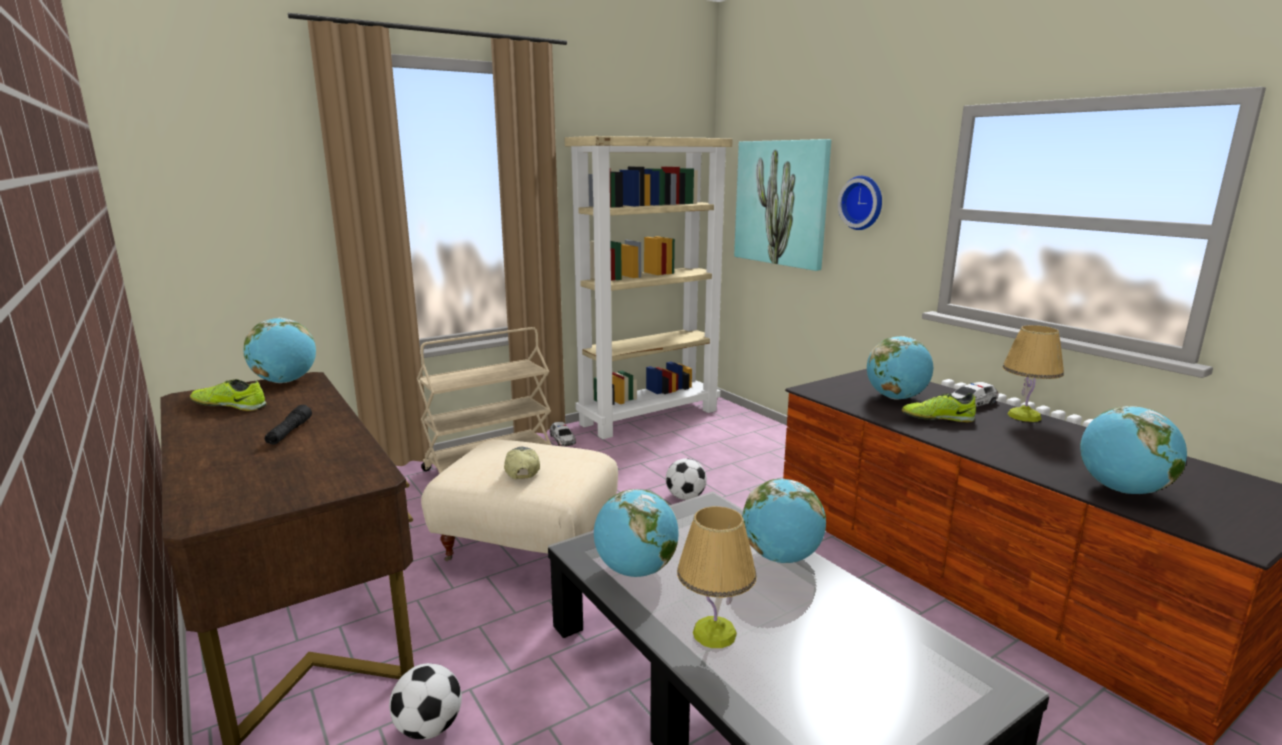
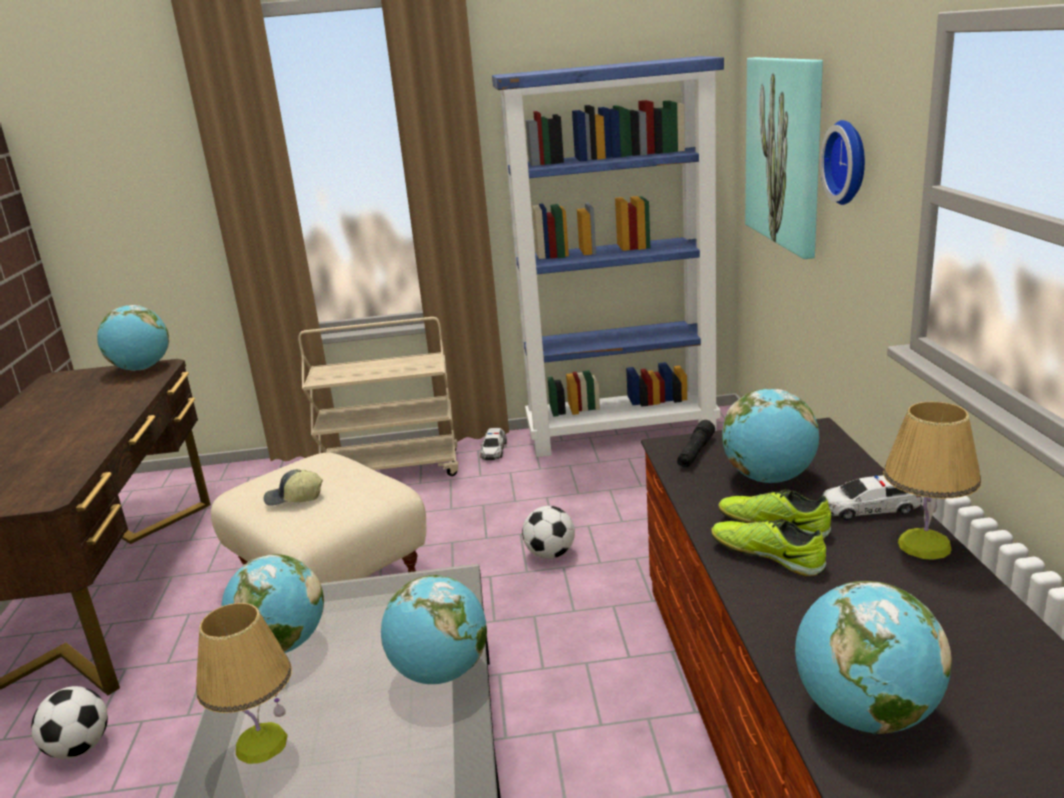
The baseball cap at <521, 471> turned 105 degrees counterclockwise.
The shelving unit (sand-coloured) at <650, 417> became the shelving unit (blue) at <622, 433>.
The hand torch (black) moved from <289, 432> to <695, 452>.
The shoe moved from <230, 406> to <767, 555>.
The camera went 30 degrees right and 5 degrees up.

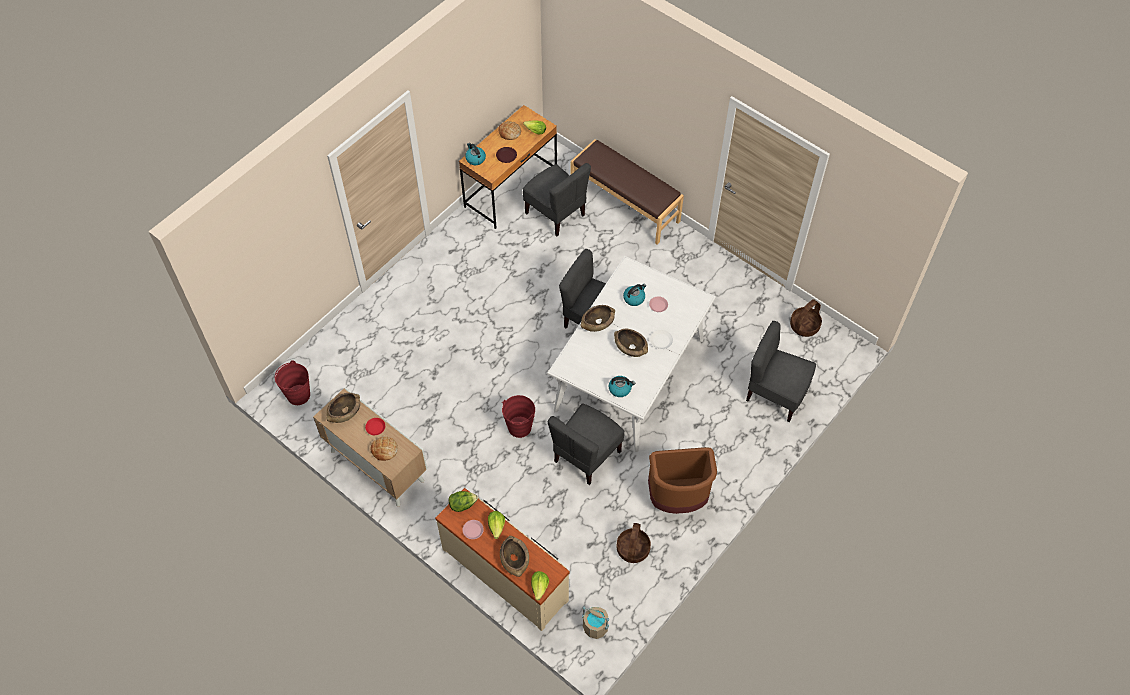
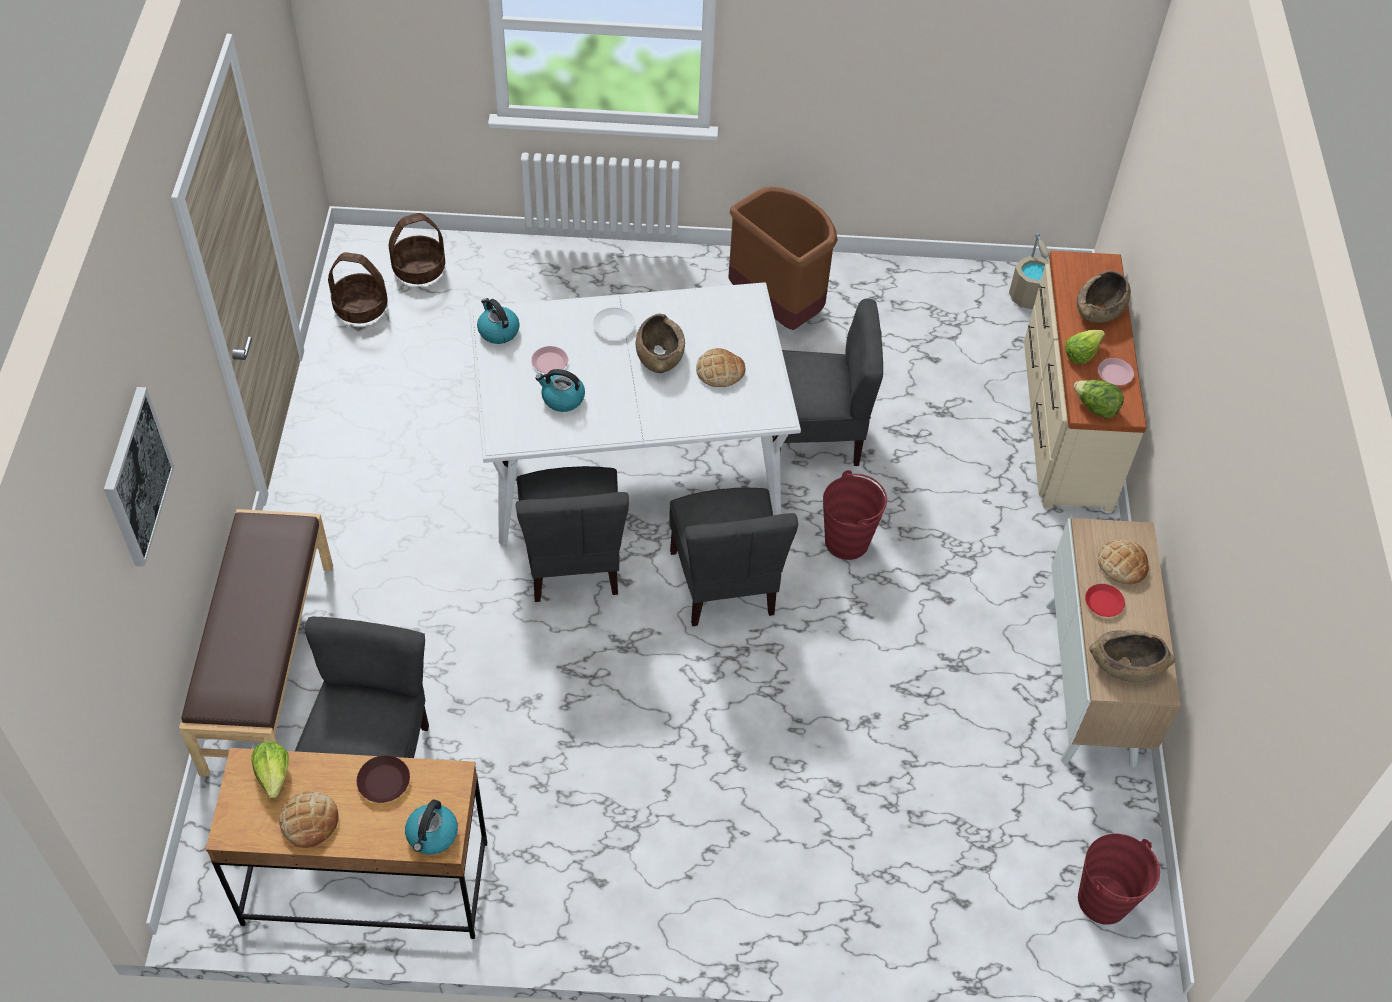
The wall art at <136, 477> appeared.
The basket moved from <633, 549> to <419, 268>.
The water kettle moved from <620, 389> to <498, 331>.
The chair (gray) moved from <775, 394> to <724, 583>.
The bakery bread at <720, 371> appeared.
The head of lettuce at <539, 587> disappeared.
The bowl (brownish) at <597, 323> disappeared.
The camera went 130 degrees left and 5 degrees down.

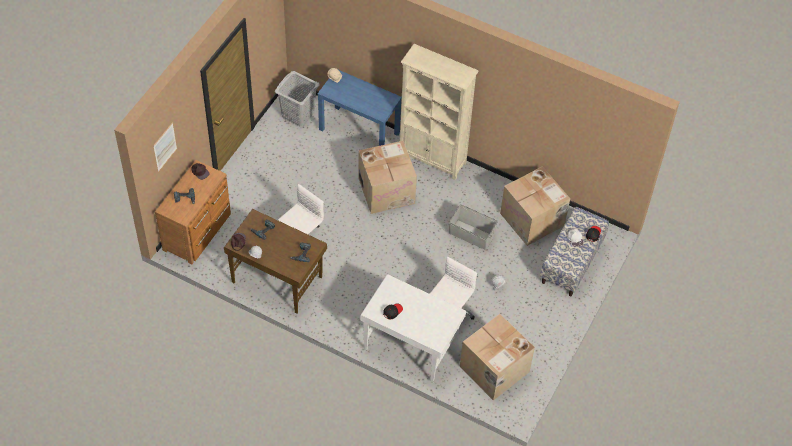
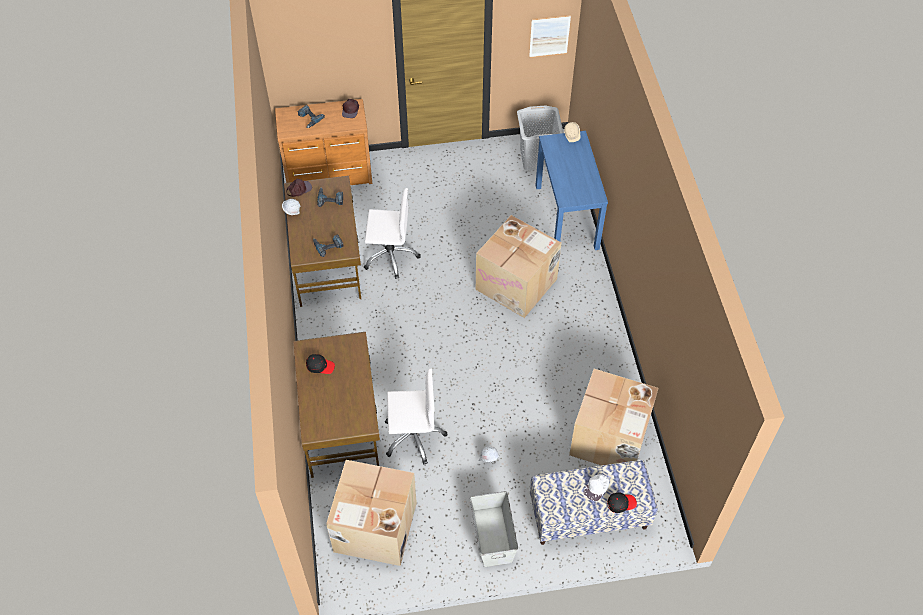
The desk (whitish) at <410, 345> became the desk (brownish) at <341, 426>.
The storage bin (gray) moved from <471, 234> to <493, 536>.
The wall art moved from <165, 147> to <549, 36>.
The shelving unit (sand-coloured) at <432, 159> disappeared.
The camera went 55 degrees right and 0 degrees up.

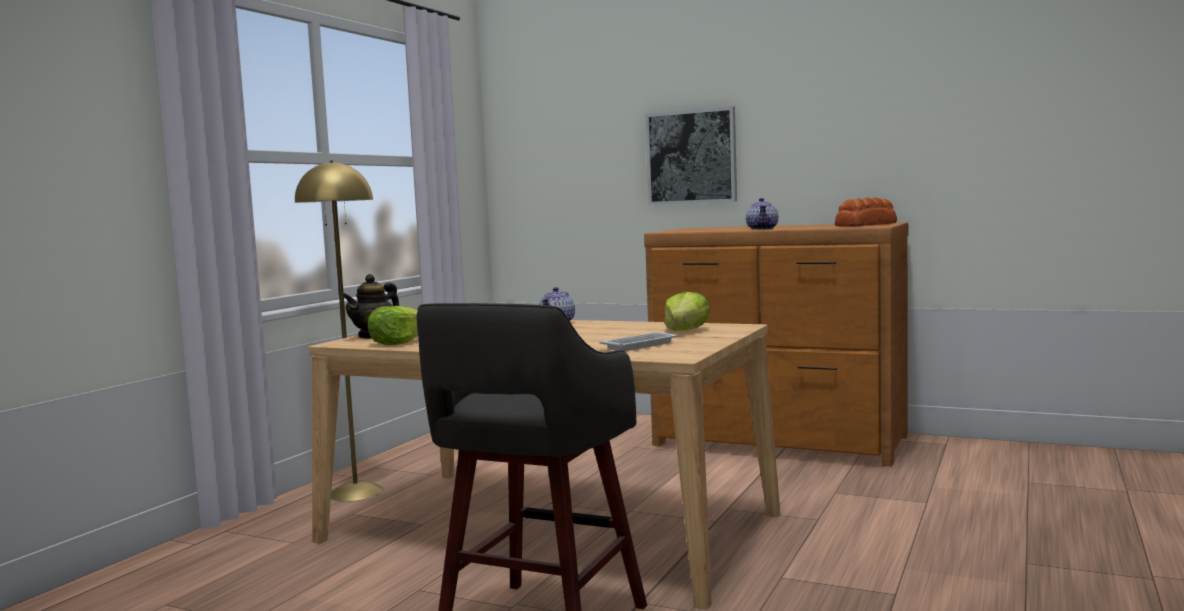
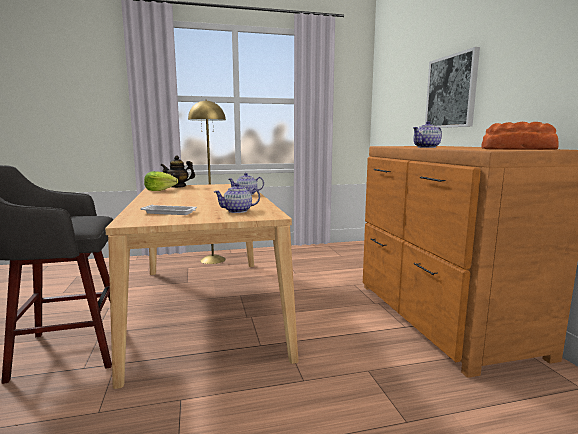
The head of lettuce at <686, 331> was replaced by the pot for tea at <238, 211>.
The camera went 50 degrees right and 5 degrees up.

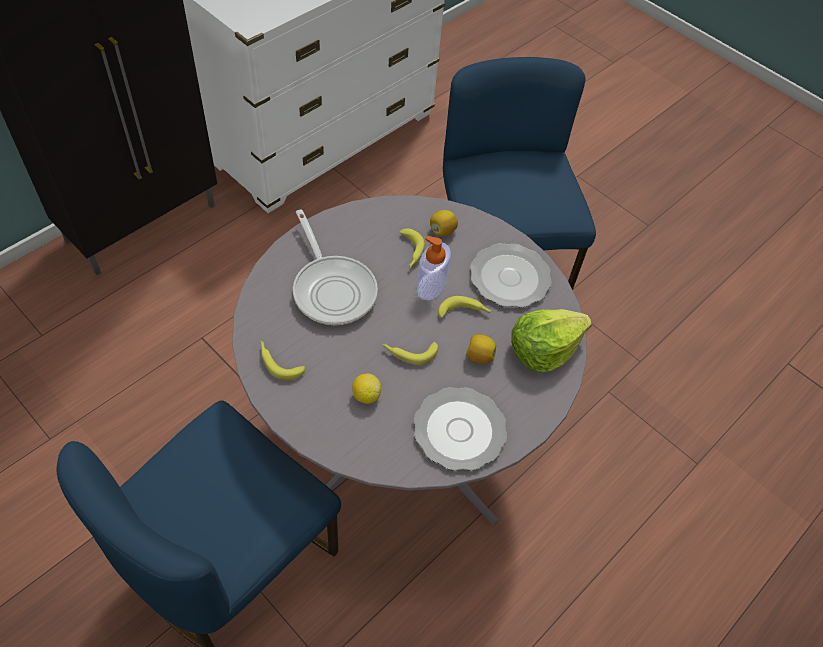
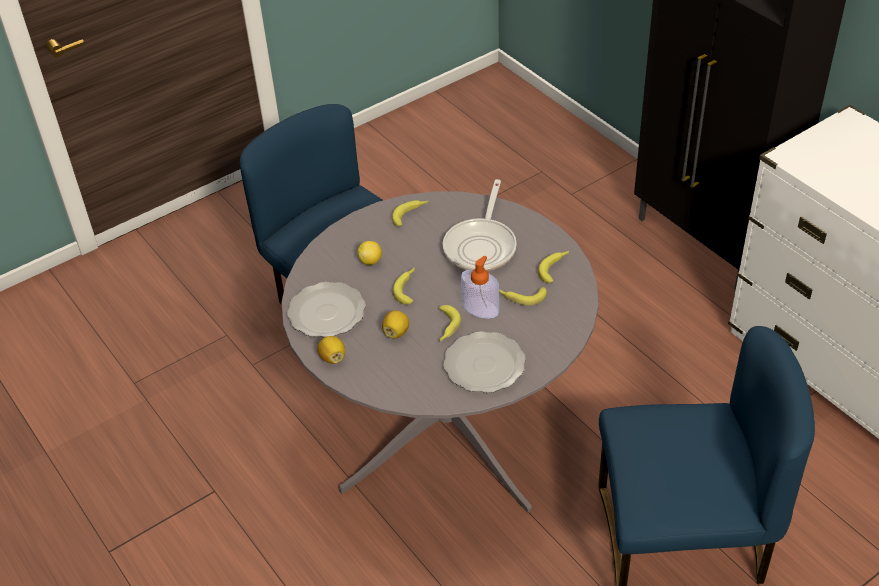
The citrus fruit moved from <442, 231> to <332, 358>.
The skillet at <332, 289> turned 60 degrees counterclockwise.
The banana fruit at <555, 268> appeared.
The head of lettuce at <543, 349> disappeared.
The camera went 105 degrees right and 10 degrees down.

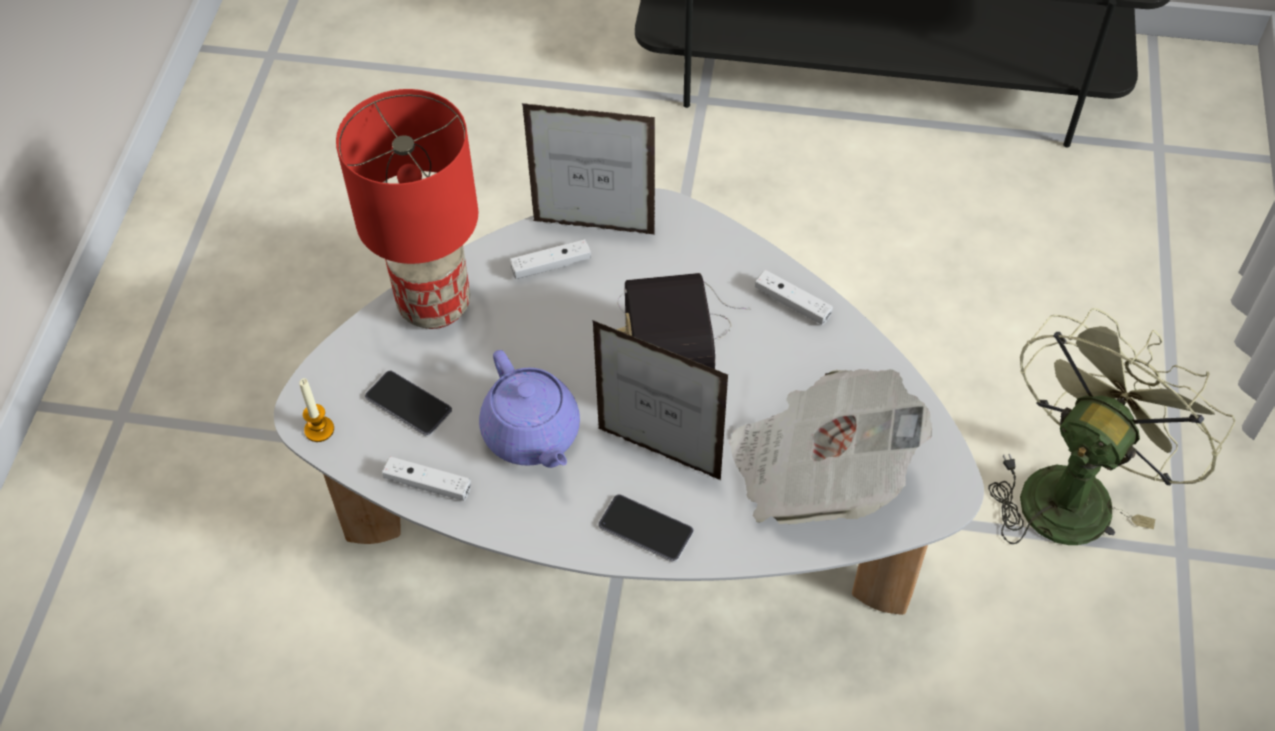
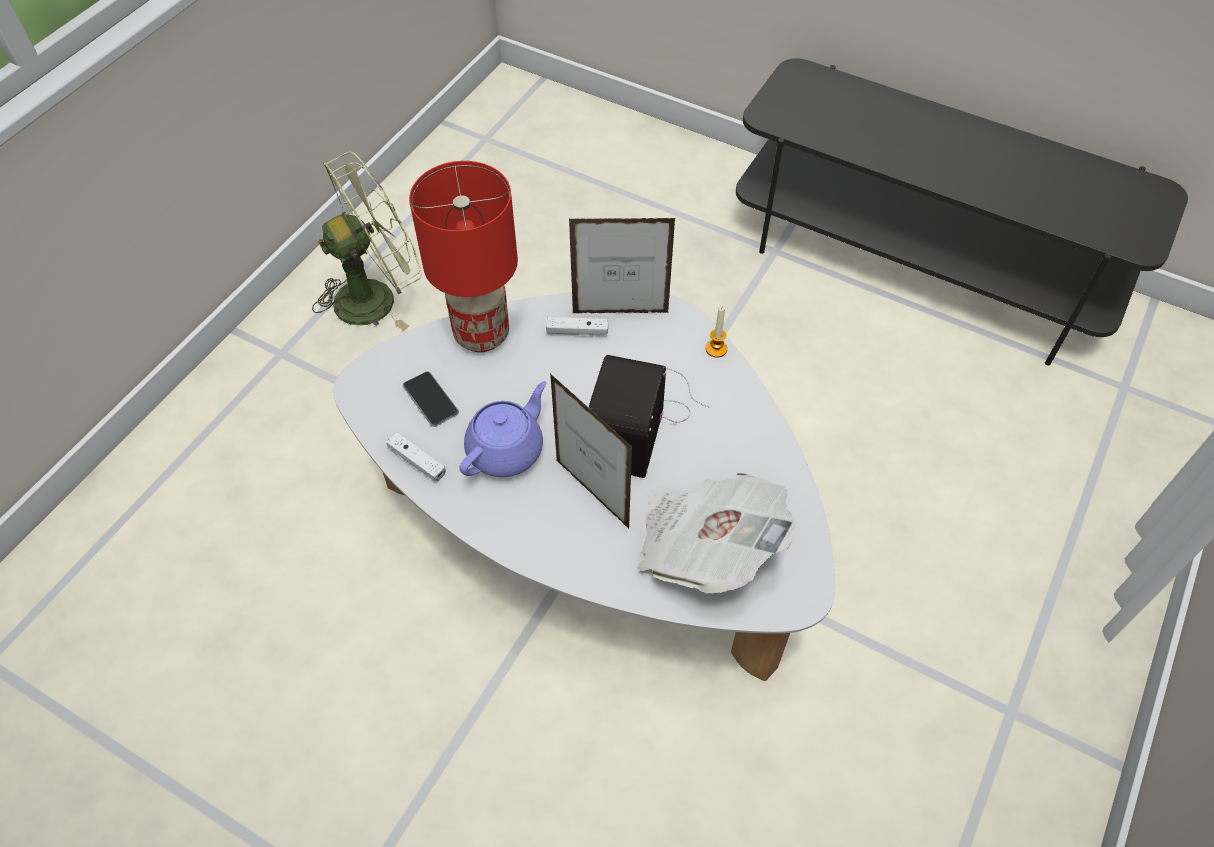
The electric fan (greenish) moved from <1073, 488> to <377, 296>.
The pot for tea (purple-coloured) at <532, 435> turned 135 degrees counterclockwise.
The picture frame at <593, 227> turned 150 degrees clockwise.
The wax candle moved from <319, 429> to <716, 349>.
The phone at <646, 529> disappeared.
The game controller (whitish) at <792, 303> disappeared.
The camera went 20 degrees right and 0 degrees up.

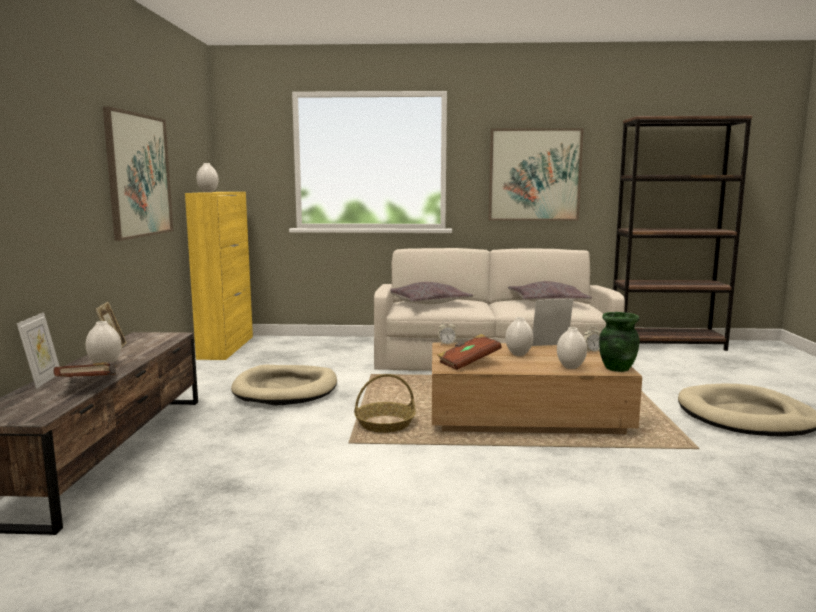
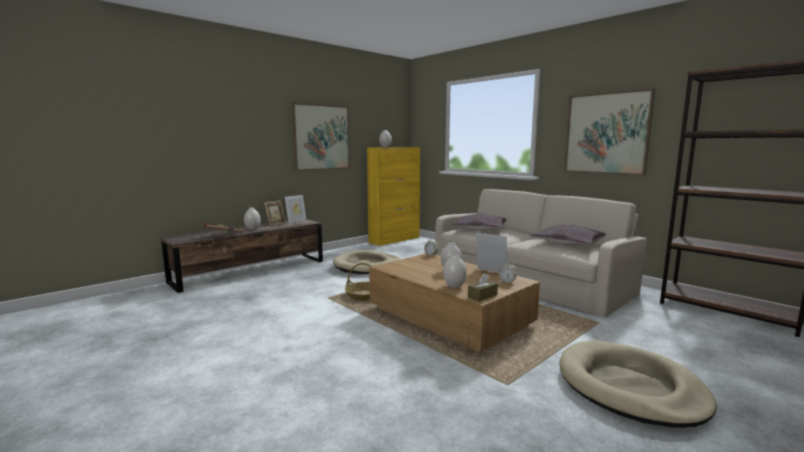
The picture frame moved from <43, 380> to <296, 222>.
The decorative vase (greenish) at <616, 368> was replaced by the tissue box (brownish) at <482, 296>.
The book (brownish) at <468, 363> disappeared.
The camera went 45 degrees right and 0 degrees up.

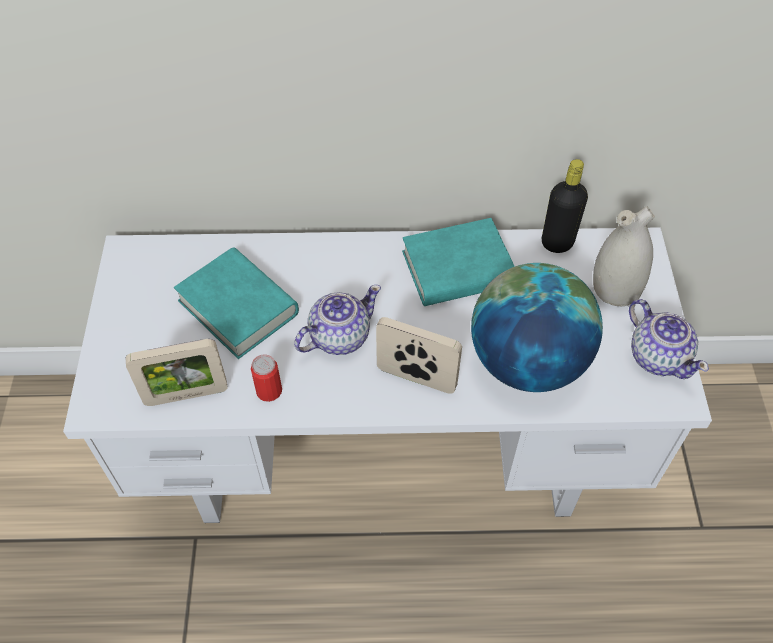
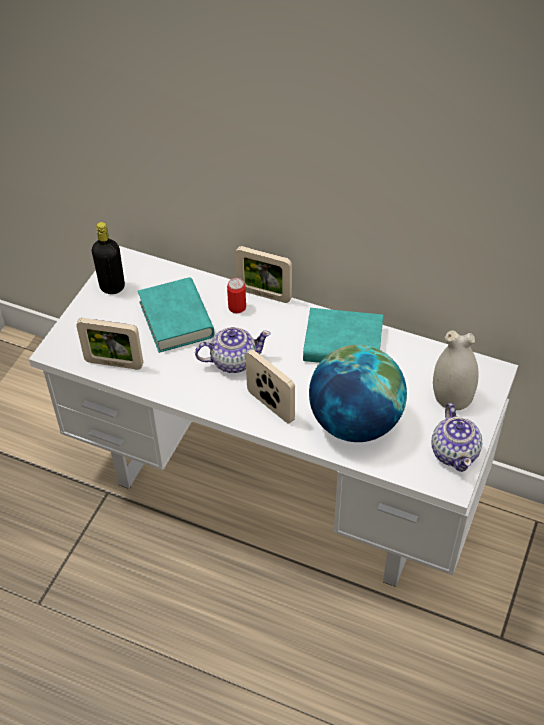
The beverage bottle (black) moved from <557, 242> to <112, 287>.
The sealed can moved from <269, 391> to <237, 307>.
The picture frame at <264, 294> appeared.
The camera went 25 degrees right and 5 degrees down.

